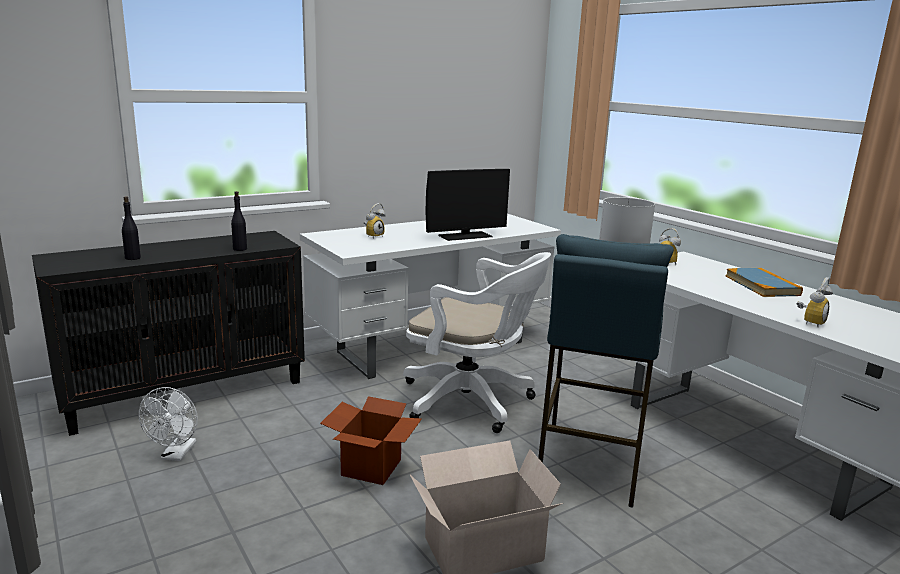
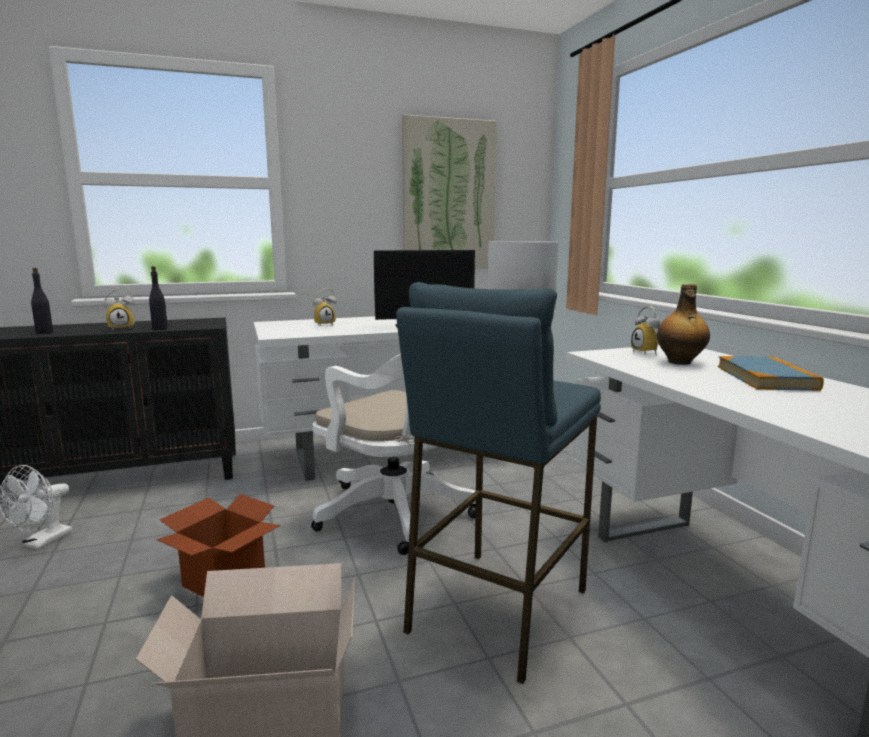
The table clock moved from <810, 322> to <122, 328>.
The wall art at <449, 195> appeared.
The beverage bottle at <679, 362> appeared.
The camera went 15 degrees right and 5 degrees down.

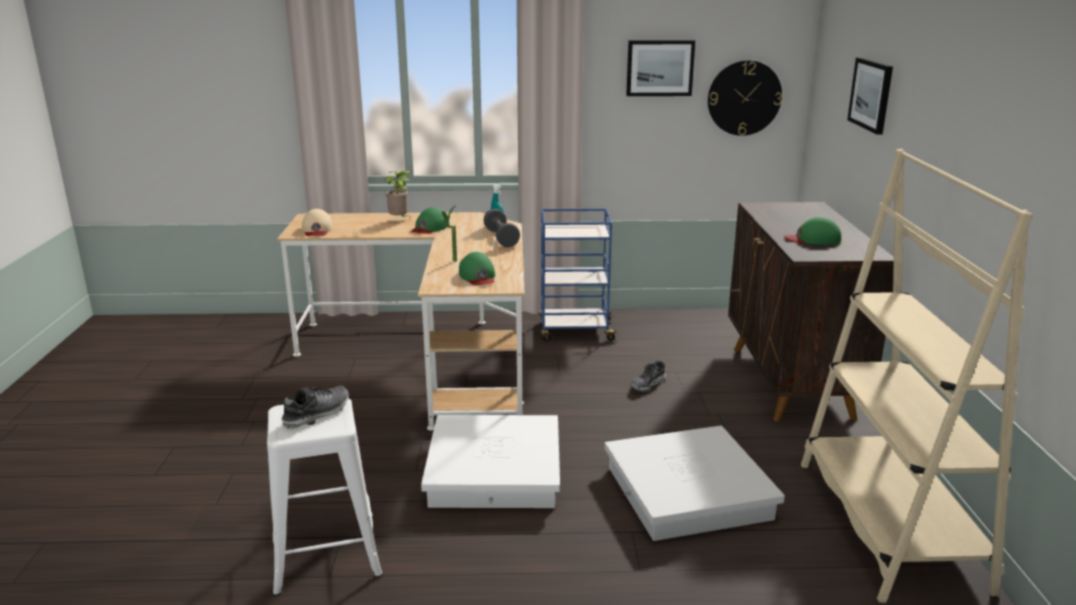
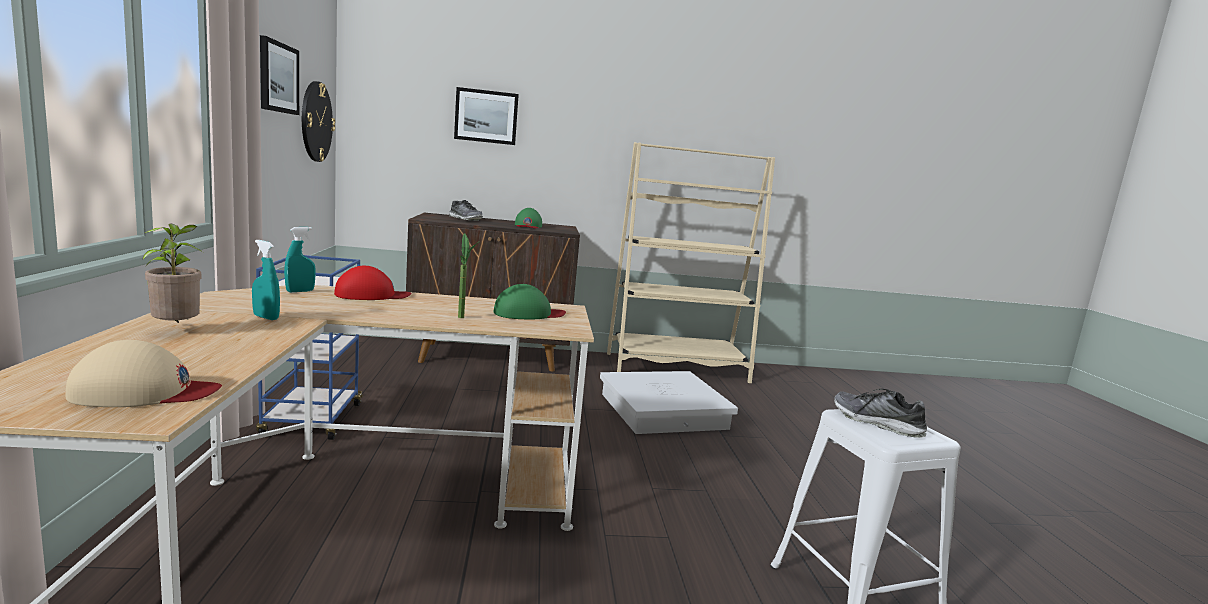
The baseball cap (greenish) at <430, 227> was replaced by the hand sprayer (blue-green) at <266, 317>.
The free weight (gray) at <501, 238> was replaced by the baseball cap (reddish) at <371, 295>.
The shoe moved from <648, 384> to <465, 219>.
The storage bin (whitish) at <495, 472> disappeared.
The camera went 95 degrees left and 10 degrees down.

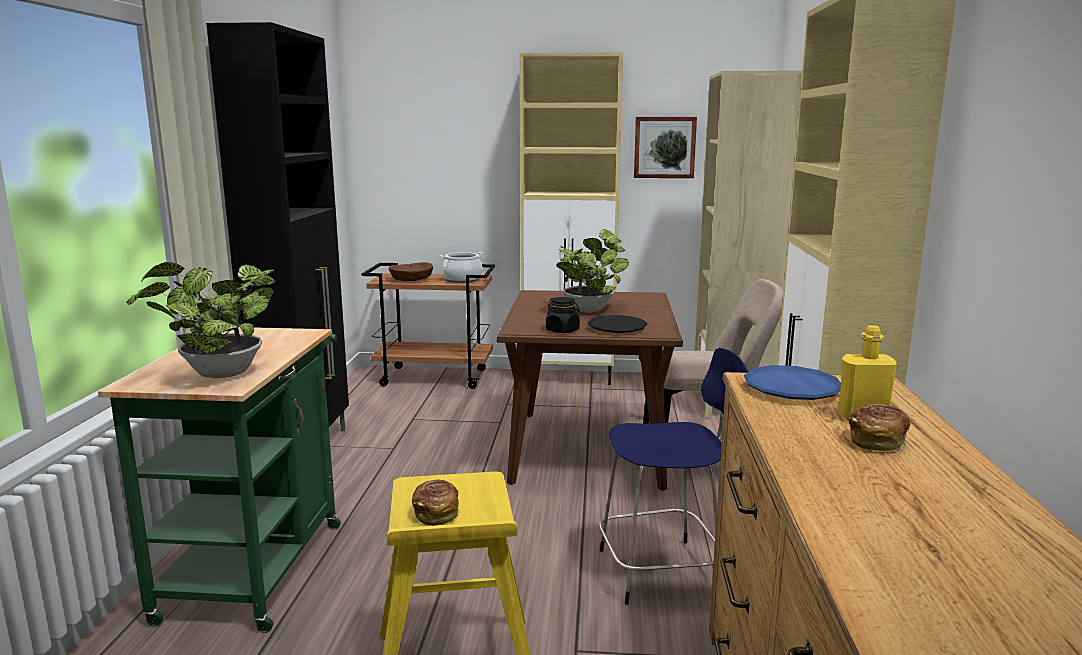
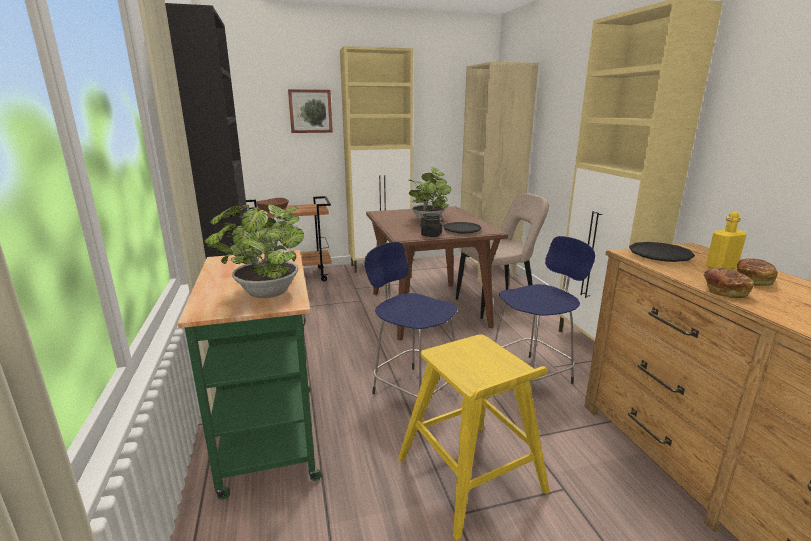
The wall art moved from <664, 147> to <310, 111>.
The stool seat (blue) at <413, 390> appeared.
The flat dish (blue) at <791, 389> became the flat dish (black) at <659, 256>.
The bakery bread moved from <436, 513> to <724, 291>.
The stockpot at <462, 279> disappeared.
The camera went 20 degrees left and 5 degrees up.

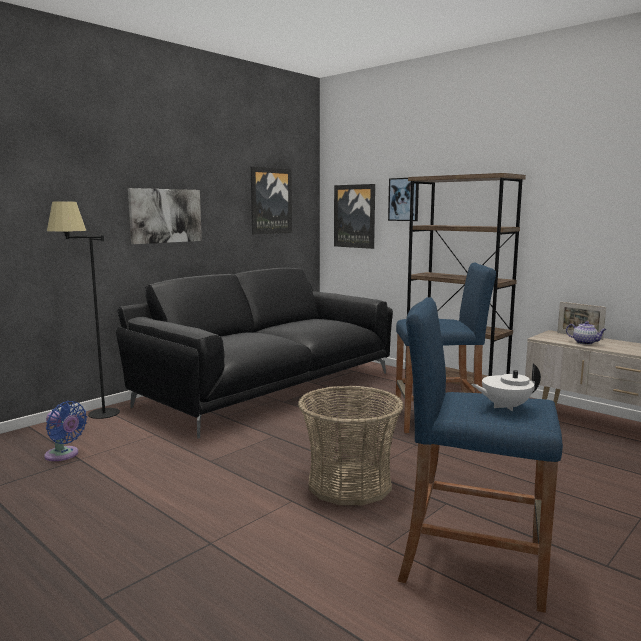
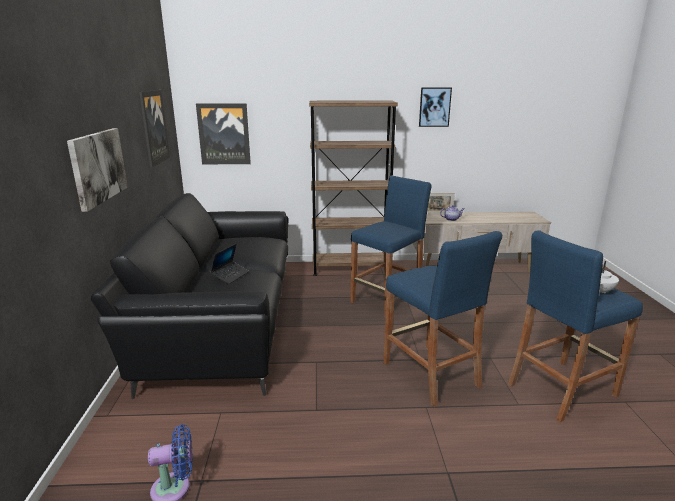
The portable computer at <230, 276> appeared.
The basket at <349, 484> was replaced by the stool seat (blue) at <430, 374>.
The wall art moved from <404, 199> to <434, 107>.
The standard lamp (black) at <93, 417> disappeared.
The camera went 45 degrees left and 10 degrees up.

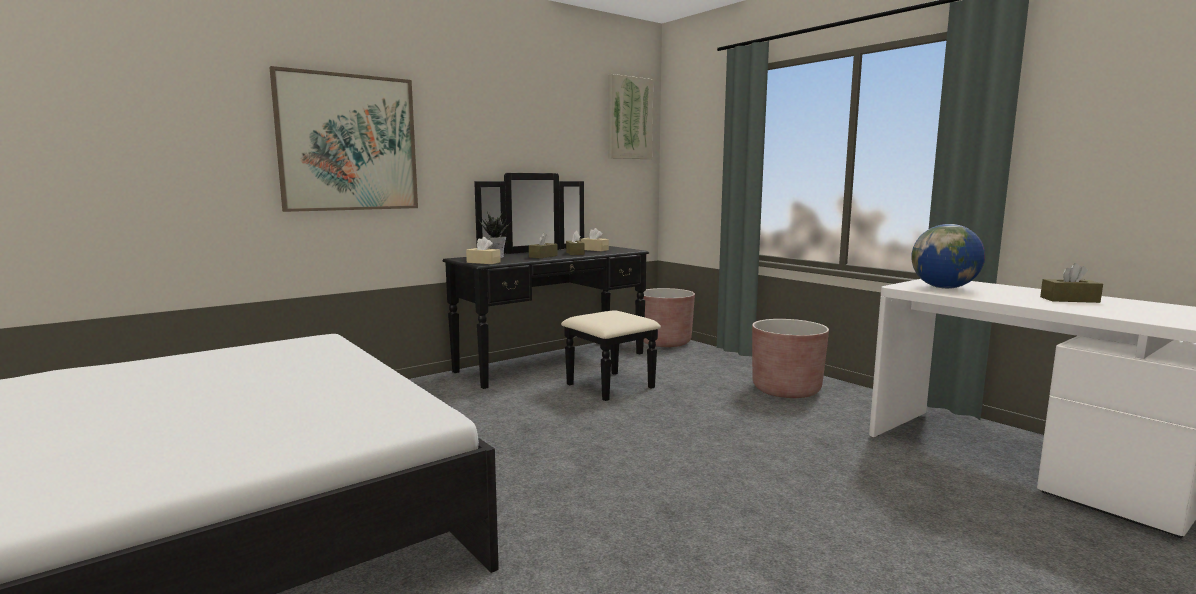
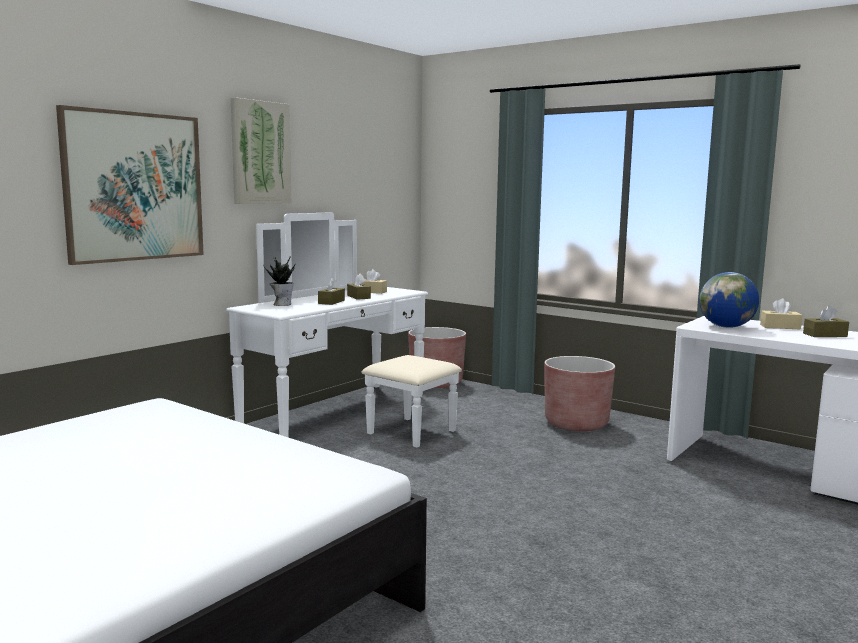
The dresser (black) at <565, 367> became the dresser (whitish) at <353, 415>.
The wall art moved from <629, 118> to <260, 152>.
The tissue box (sand-coloured) moved from <483, 262> to <780, 327>.
The camera went 15 degrees left and 0 degrees up.

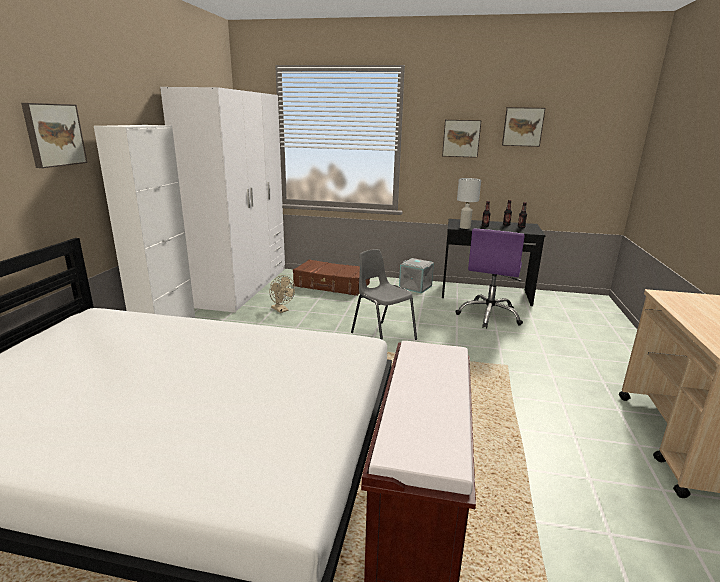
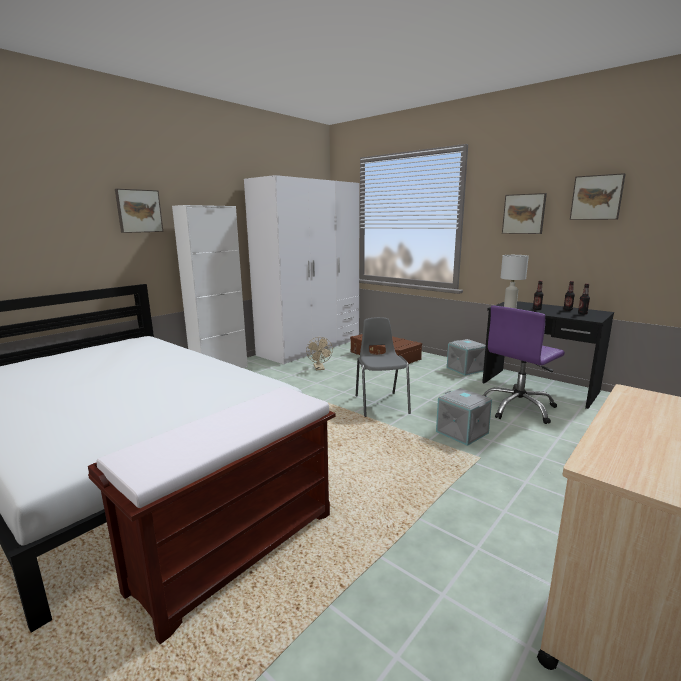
The storage bin (gray) at <463, 432> appeared.
The camera went 30 degrees right and 5 degrees down.

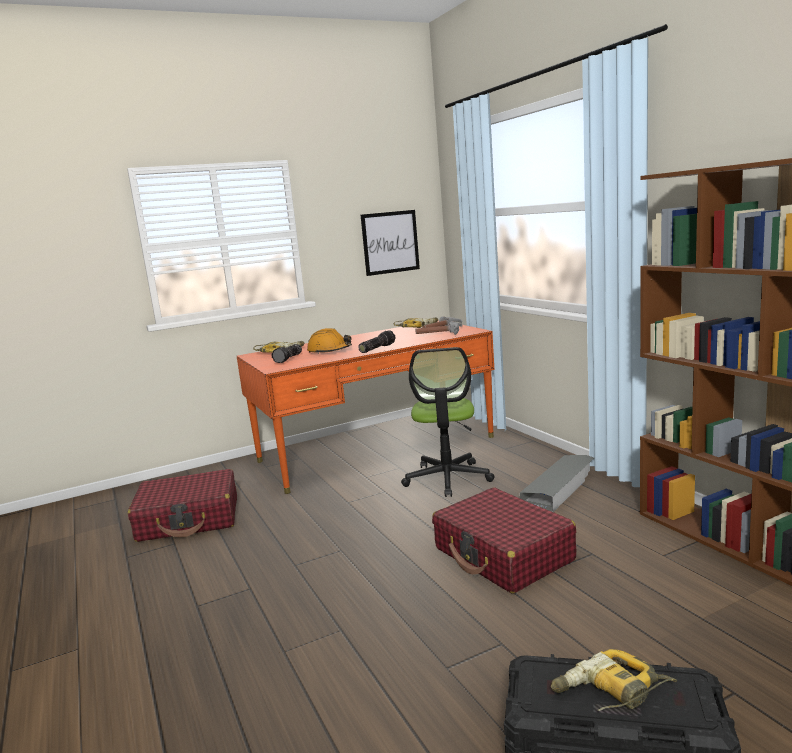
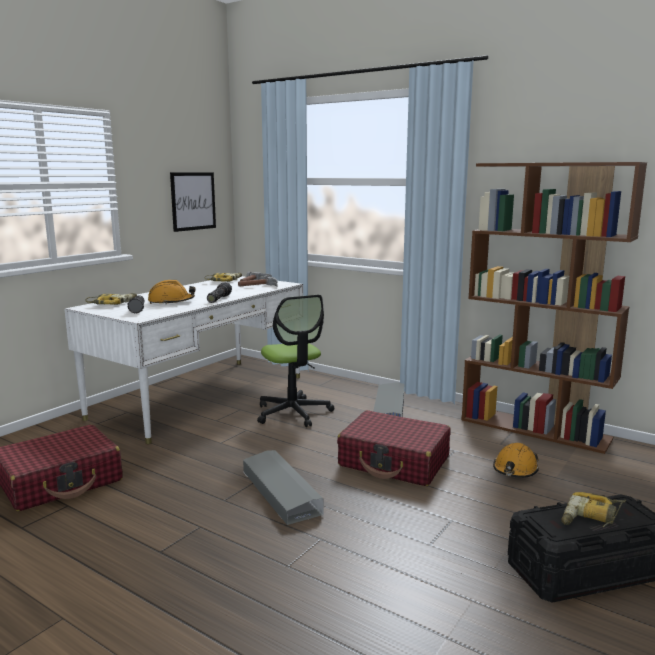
The desk (orange) at <376, 449> became the desk (whitish) at <201, 396>.
The storage bin (gray) at <281, 492> appeared.
The safety helmet (orange) at <515, 470> appeared.
The camera went 30 degrees left and 0 degrees up.

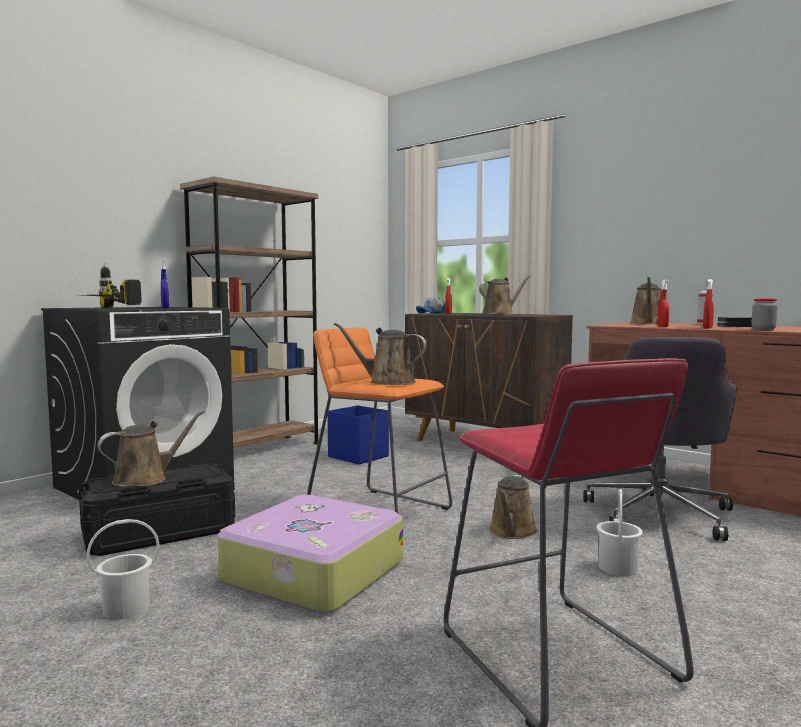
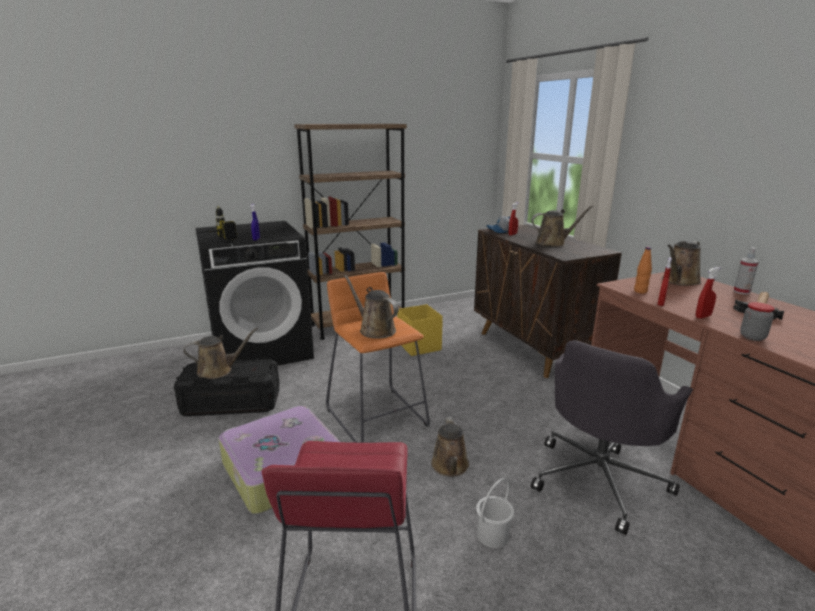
The storage bin (blue) at <358, 456> became the storage bin (yellowish) at <419, 346>.
The watering pot (brownish) at <512, 532> turned 45 degrees counterclockwise.
The beverage bottle (orange) at <640, 291> appeared.
The water bucket (whitish) at <126, 608> disappeared.
The camera went 25 degrees right and 15 degrees up.

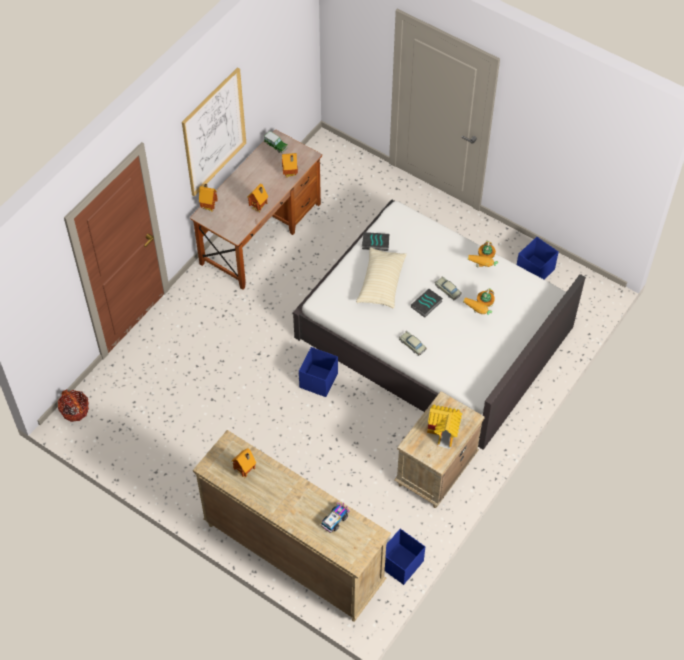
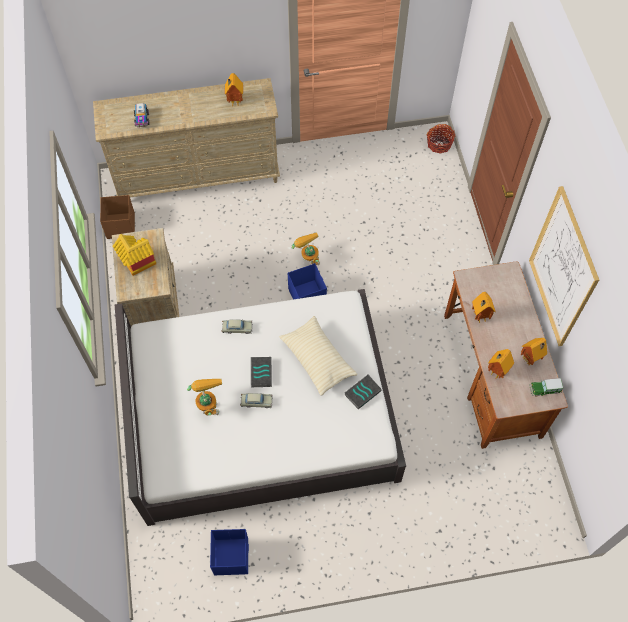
The storage bin (blue) at <400, 564> became the storage bin (brownish) at <121, 225>.
The robot figure moved from <483, 268> to <308, 259>.
The model house moved from <209, 207> to <530, 359>.
The camera went 135 degrees right and 5 degrees up.

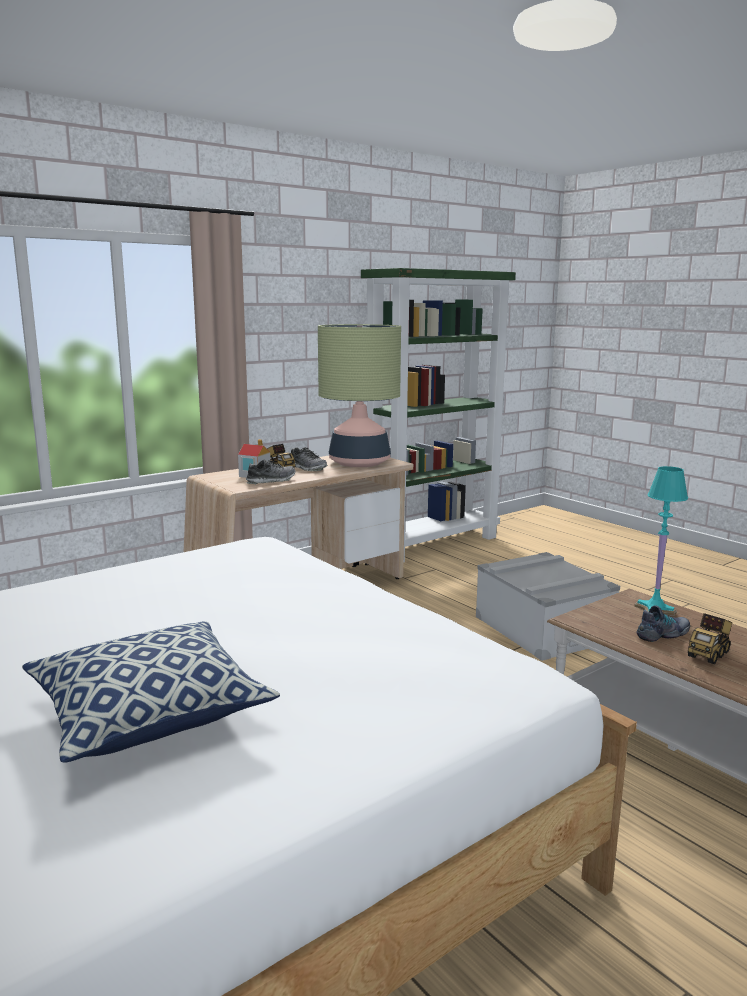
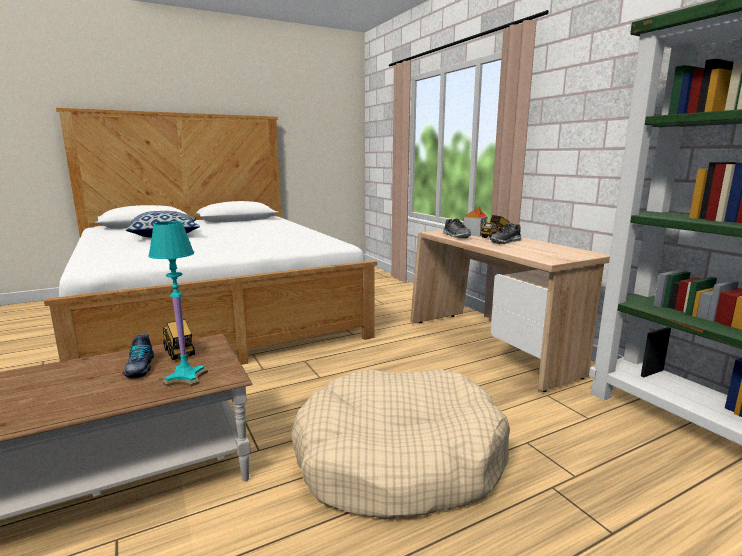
The model truck moved from <709, 654> to <179, 353>.
The storage bin (gray) at <542, 629> was replaced by the dog bed (sand-coloured) at <399, 460>.
The table lamp at <359, 462> disappeared.
The camera went 100 degrees right and 0 degrees up.

